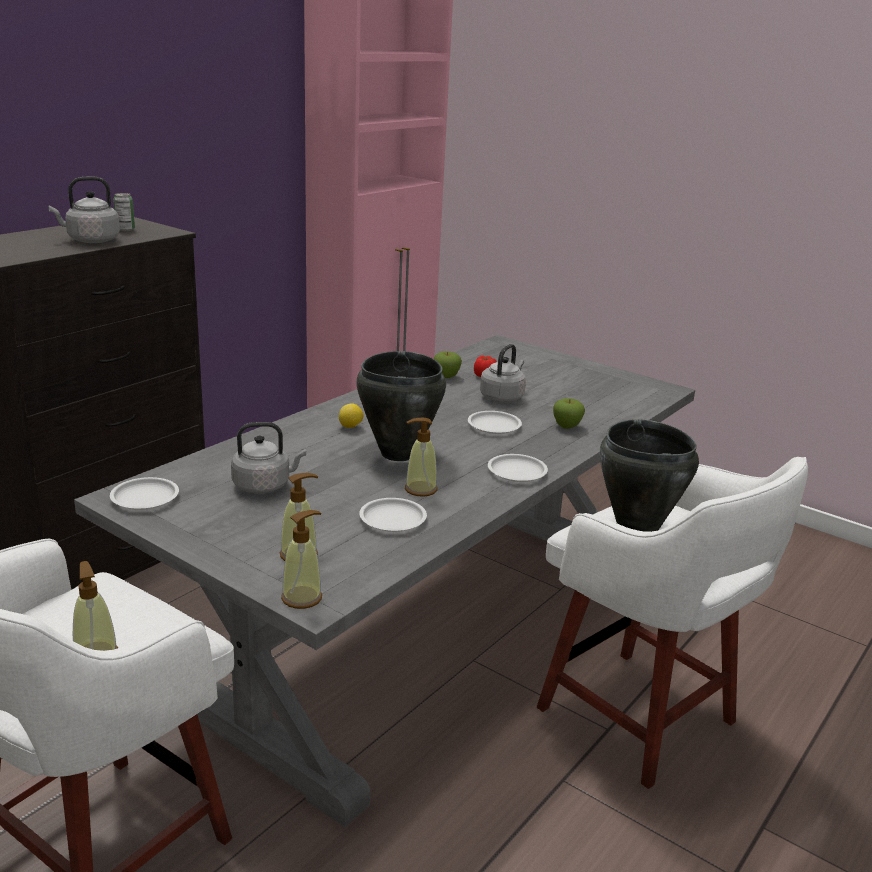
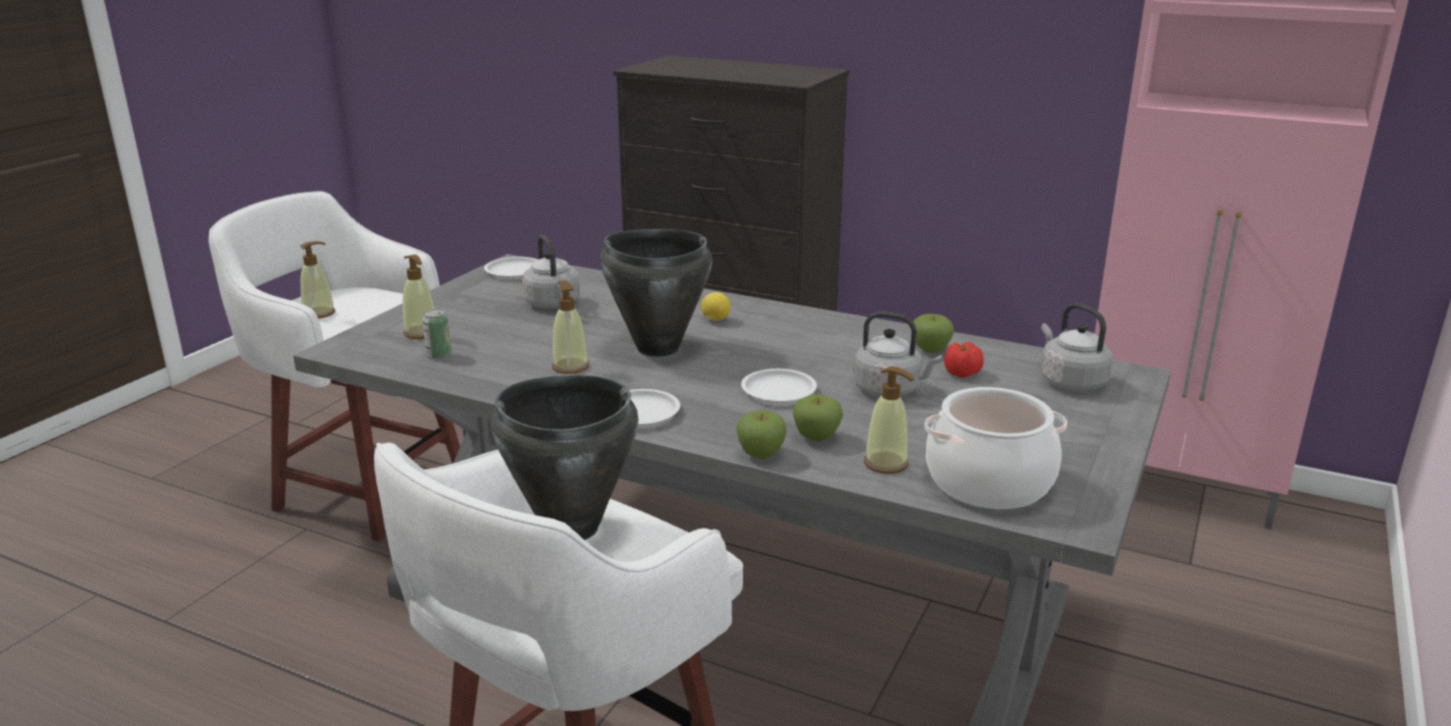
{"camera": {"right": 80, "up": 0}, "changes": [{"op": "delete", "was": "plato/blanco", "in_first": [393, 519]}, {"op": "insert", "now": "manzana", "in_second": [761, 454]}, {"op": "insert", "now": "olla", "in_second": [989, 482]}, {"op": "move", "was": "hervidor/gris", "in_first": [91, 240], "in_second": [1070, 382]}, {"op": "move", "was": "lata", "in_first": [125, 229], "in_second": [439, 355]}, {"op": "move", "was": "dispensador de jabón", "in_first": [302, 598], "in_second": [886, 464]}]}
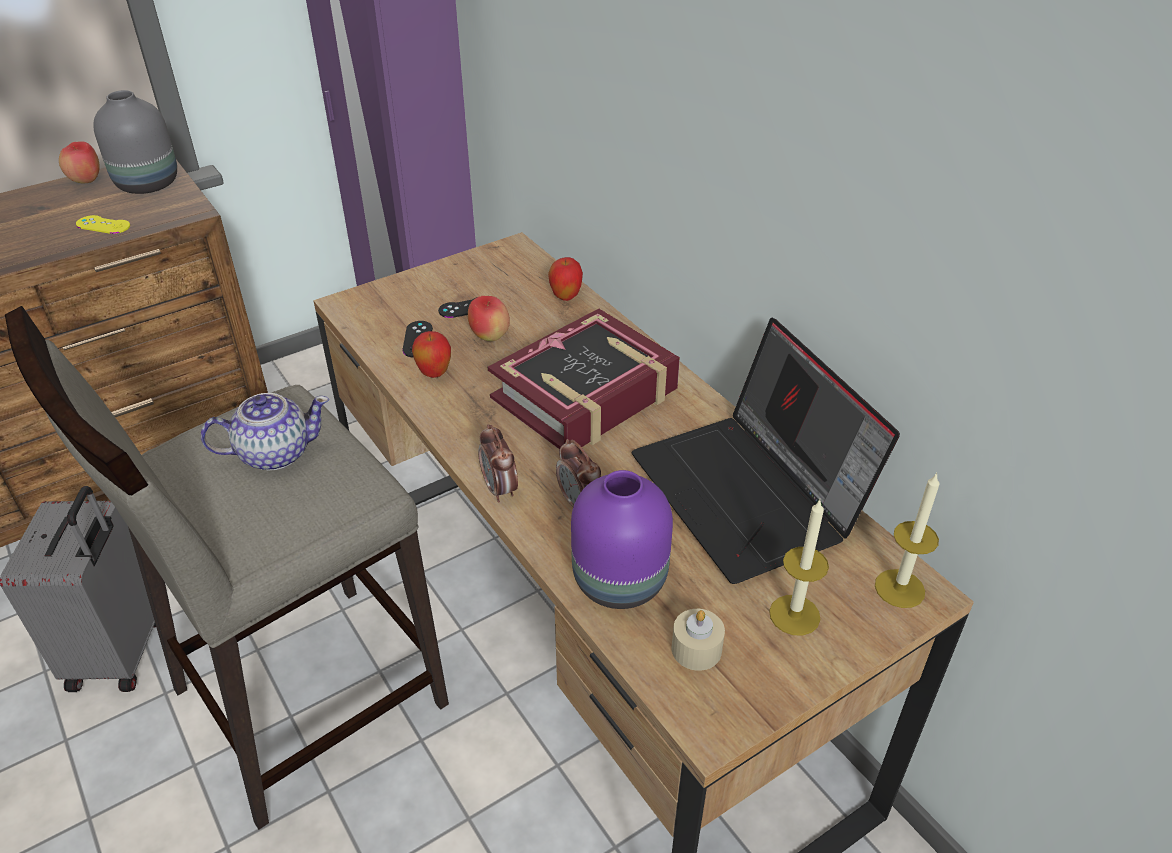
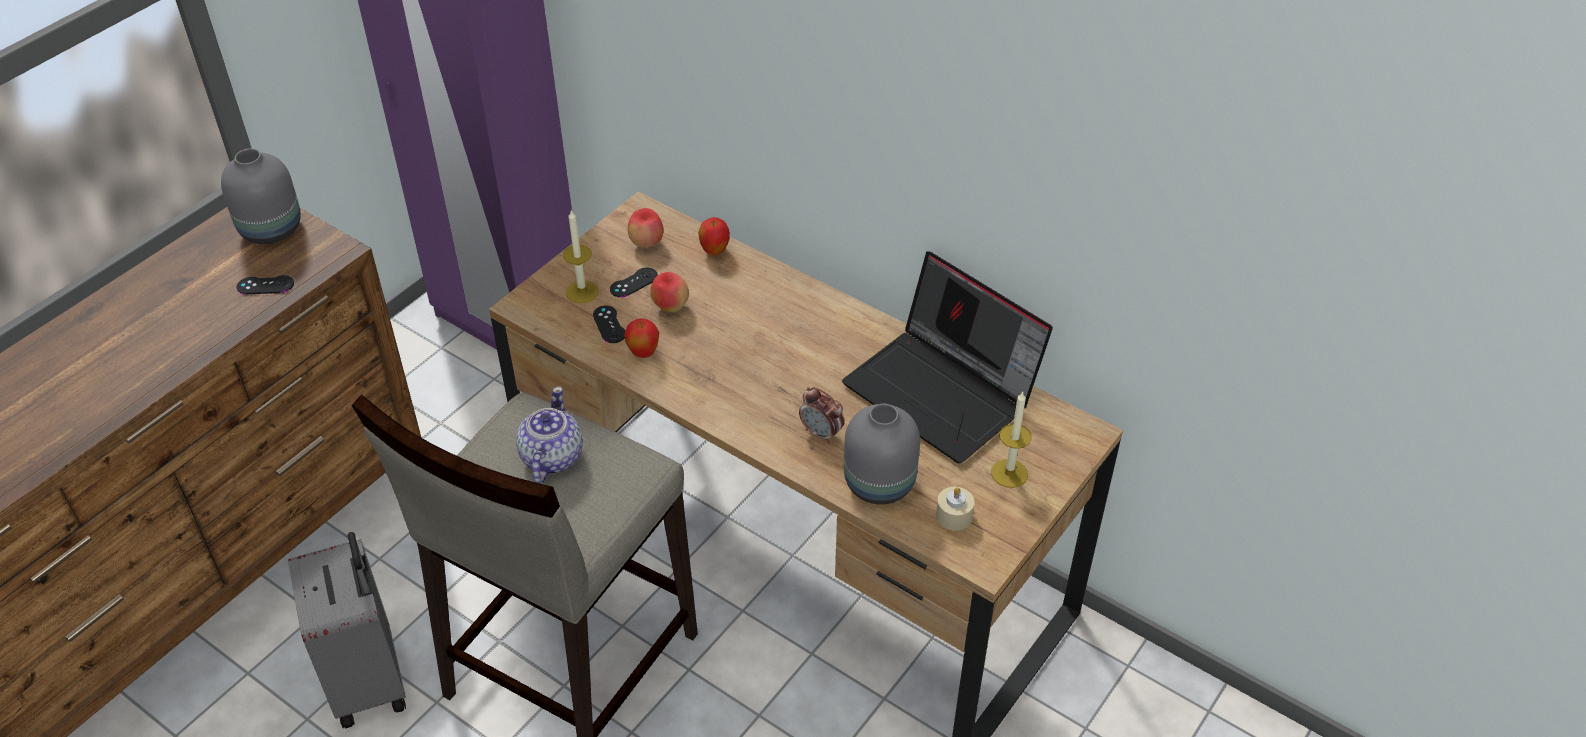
{"camera": {"right": -20, "up": 5}, "changes": [{"op": "delete", "was": "despertador", "in_first": [500, 489]}, {"op": "delete", "was": "libro", "in_first": [585, 395]}, {"op": "move", "was": "manzana", "in_first": [86, 181], "in_second": [646, 243]}, {"op": "move", "was": "vela", "in_first": [899, 588], "in_second": [582, 292]}, {"op": "recolor", "was": "mando de consola/amarillo", "now": "mando de consola/negro", "in_first": [103, 225], "in_second": [265, 285]}, {"op": "recolor", "was": "florero/morado", "now": "florero/gris", "in_first": [621, 583], "in_second": [881, 484]}, {"op": "rotate", "was": "tetera", "in_first": [274, 453], "in_second": [551, 458], "clockwise": -45}]}
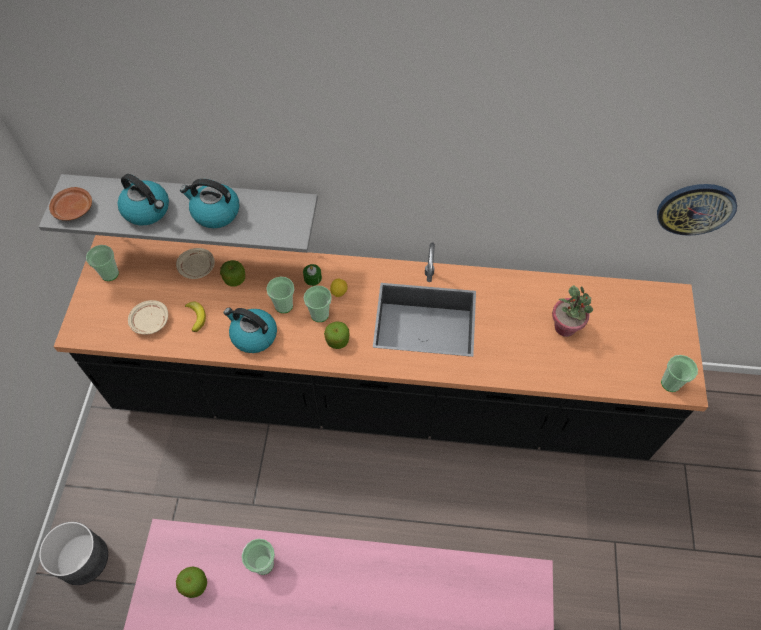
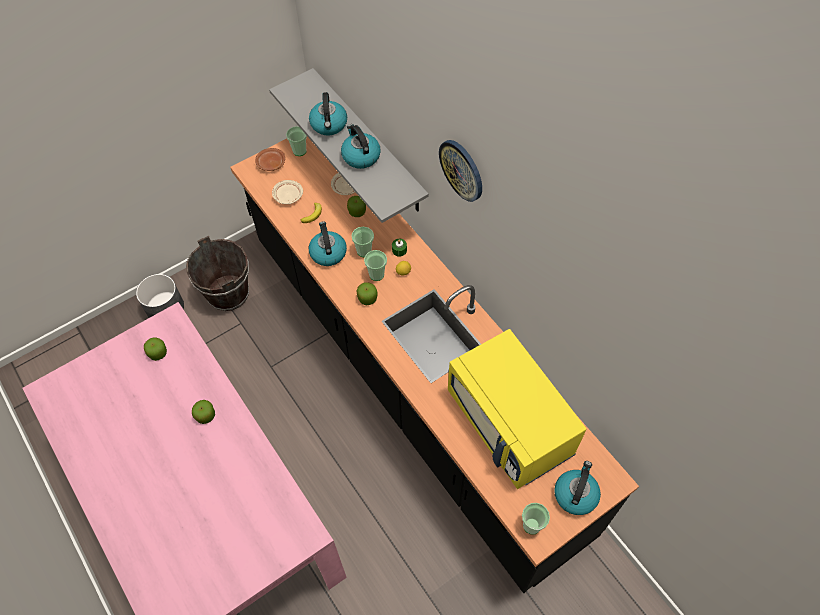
{"camera": {"right": 50, "up": 0}, "changes": [{"op": "delete", "was": "taza", "in_first": [263, 564]}, {"op": "insert", "now": "cubo/marrón", "in_second": [228, 293]}, {"op": "insert", "now": "manzana", "in_second": [205, 415]}, {"op": "insert", "now": "hervidor", "in_second": [575, 494]}, {"op": "move", "was": "plato/marrón", "in_first": [73, 209], "in_second": [271, 163]}, {"op": "move", "was": "reloj de pared", "in_first": [695, 208], "in_second": [462, 170]}, {"op": "replace", "was": "planta en maceta", "now": "microondas/amarillo", "in_first": [565, 327], "in_second": [510, 424]}]}
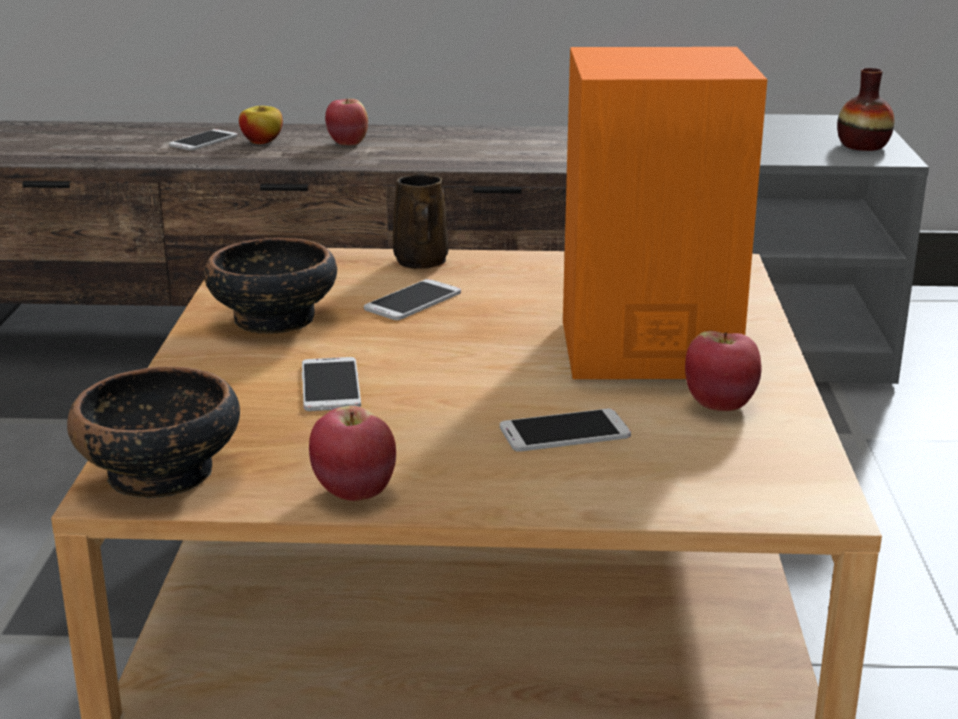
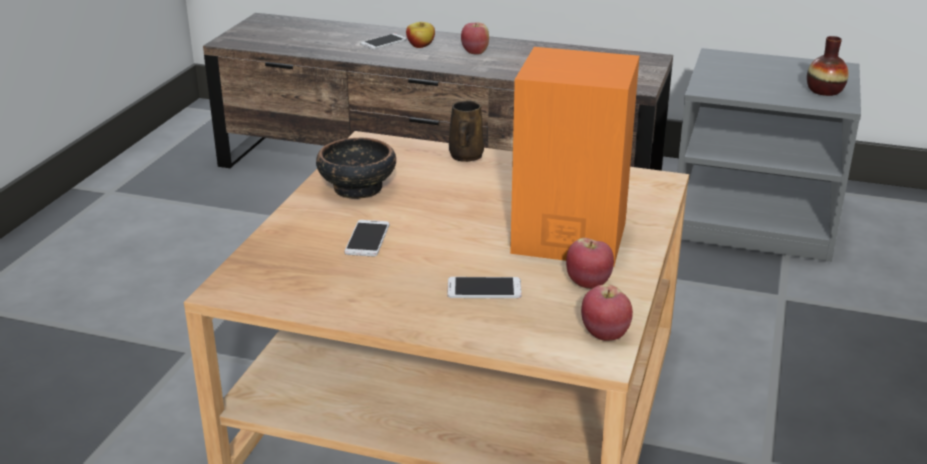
{"camera": {"right": 15, "up": 5}, "changes": [{"op": "delete", "was": "cuenco", "in_first": [160, 475]}, {"op": "delete", "was": "móvil", "in_first": [413, 301]}, {"op": "move", "was": "manzana", "in_first": [354, 492], "in_second": [605, 334]}]}
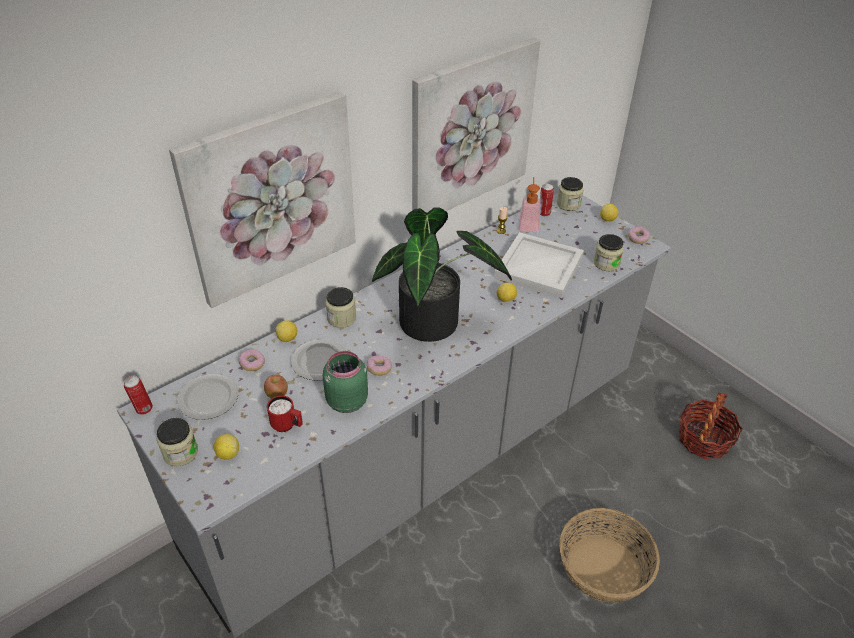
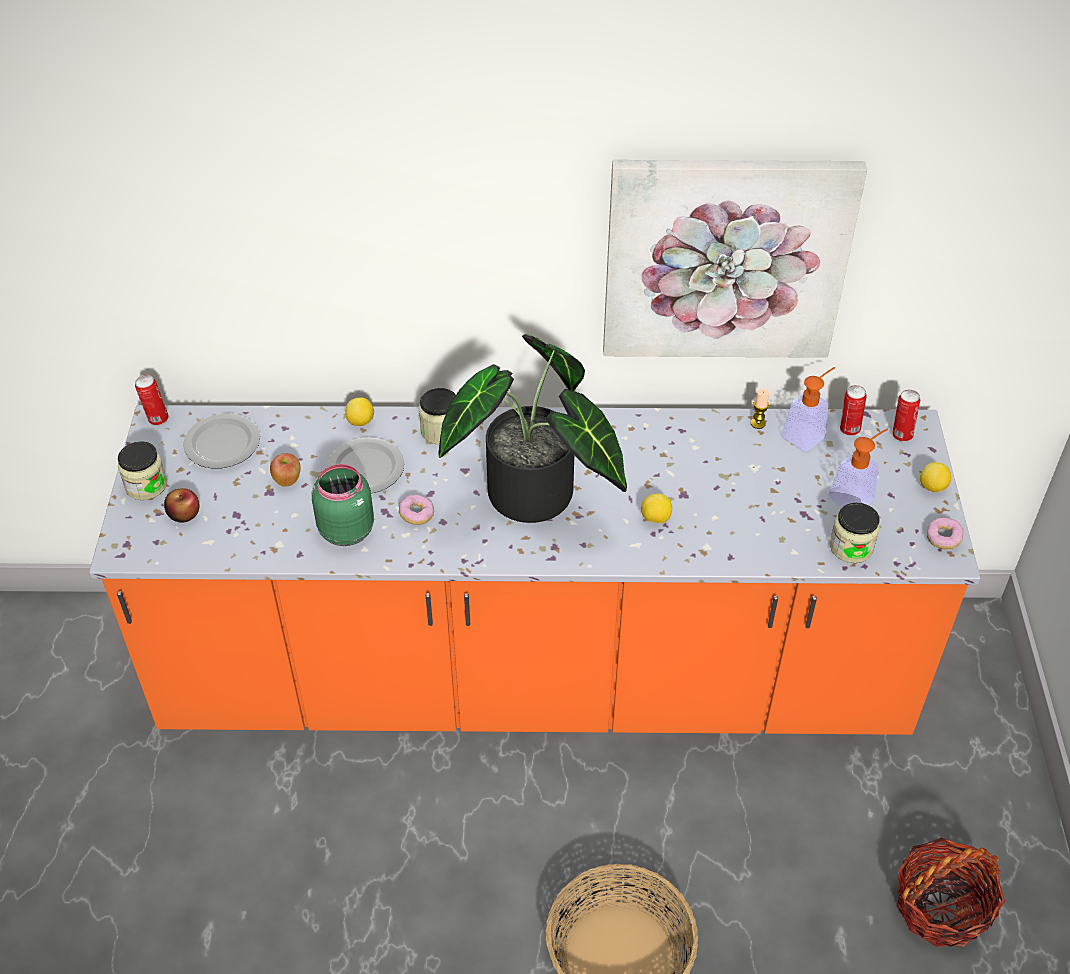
{"camera": {"right": 40, "up": 5}, "changes": [{"op": "delete", "was": "cuadro", "in_first": [270, 198]}, {"op": "delete", "was": "rosquilla", "in_first": [252, 364]}, {"op": "delete", "was": "taza grande/rojo", "in_first": [287, 426]}, {"op": "delete", "was": "bandeja/blanco", "in_first": [537, 268]}, {"op": "insert", "now": "dispensador de jabón", "in_second": [856, 495]}, {"op": "replace", "was": "limón", "now": "manzana", "in_first": [228, 454], "in_second": [184, 514]}, {"op": "replace", "was": "tarro", "now": "lata", "in_first": [568, 204], "in_second": [901, 434]}, {"op": "recolor", "was": "mueble bajo de cocina/gris", "now": "mueble bajo de cocina/naranja", "in_first": [424, 459], "in_second": [535, 679]}]}
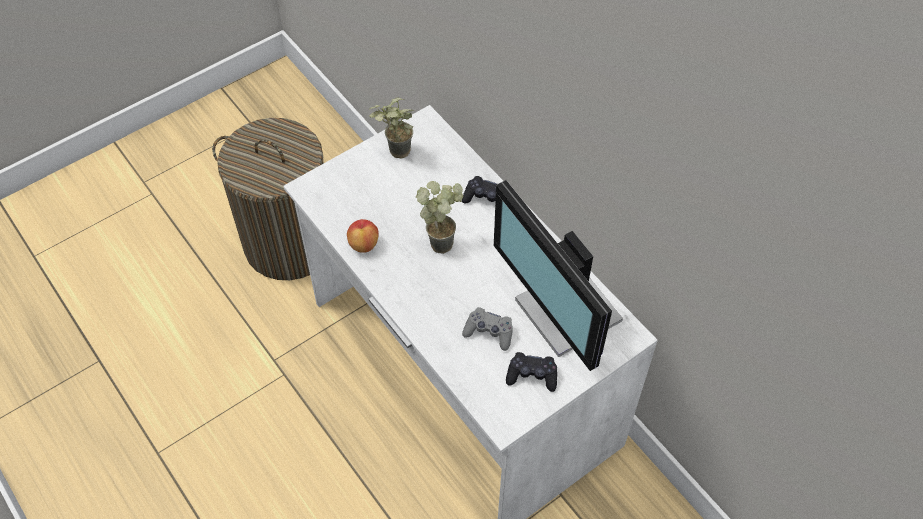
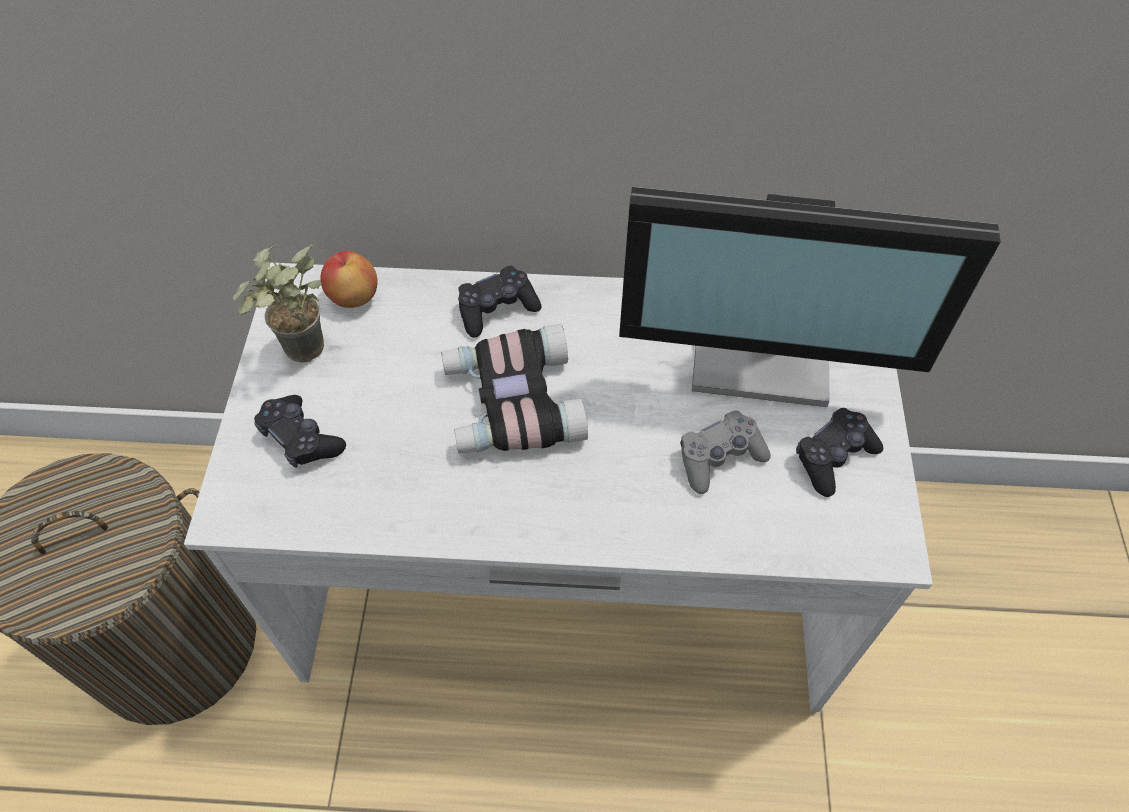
{"camera": {"right": -50, "up": 0}, "changes": [{"op": "insert", "now": "mando de consola/negro", "in_second": [301, 439]}, {"op": "move", "was": "manzana", "in_first": [363, 244], "in_second": [353, 296]}, {"op": "replace", "was": "planta en maceta", "now": "prismáticos", "in_first": [443, 239], "in_second": [510, 402]}]}
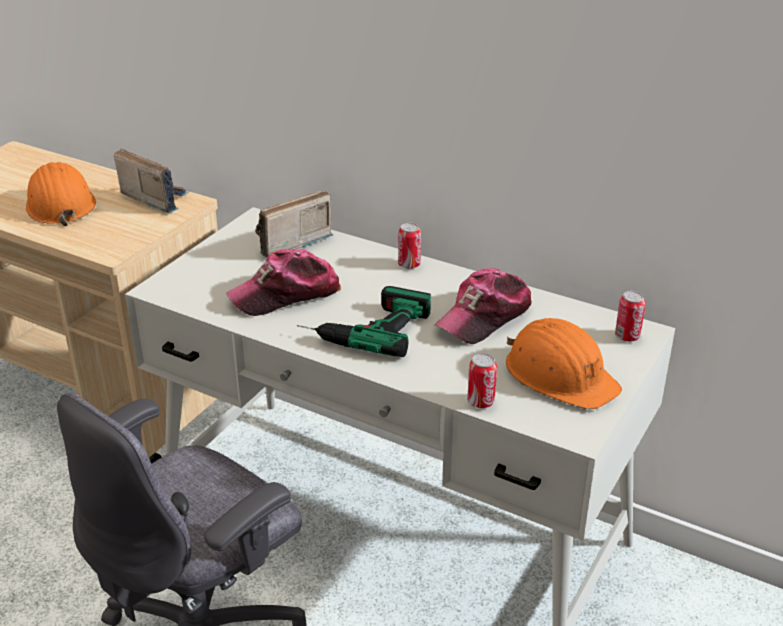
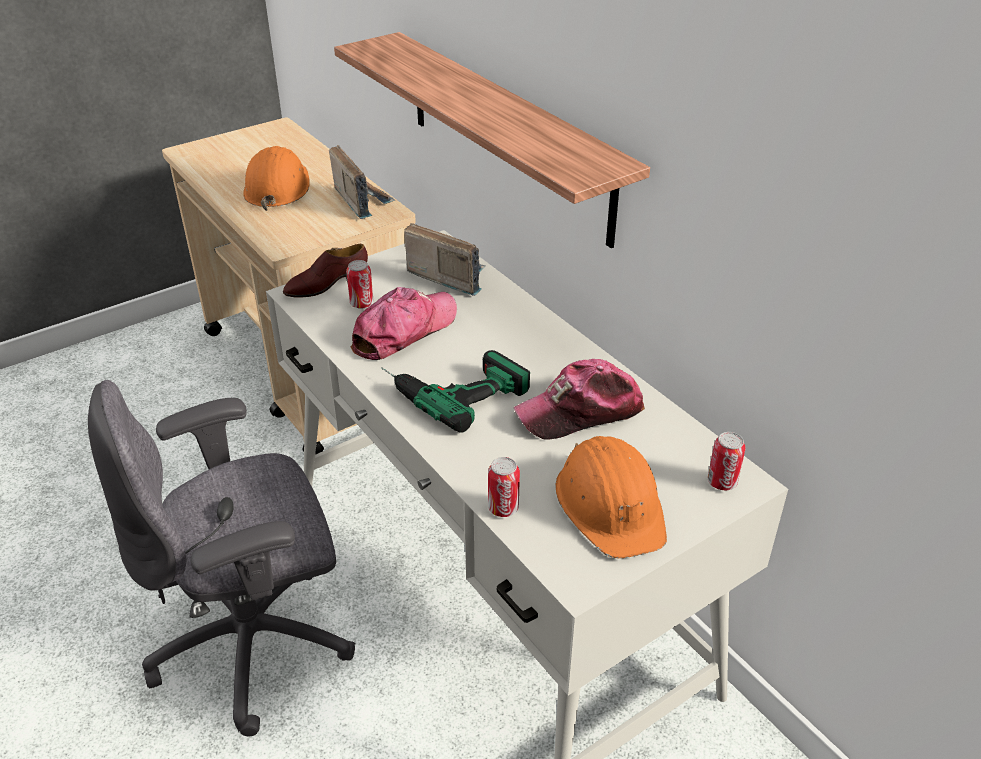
{"camera": {"right": 25, "up": 5}, "changes": [{"op": "insert", "now": "zapato/marrón", "in_second": [326, 284]}, {"op": "insert", "now": "estante", "in_second": [507, 135]}, {"op": "move", "was": "lata", "in_first": [409, 265], "in_second": [361, 303]}, {"op": "rotate", "was": "gorra", "in_first": [286, 294], "in_second": [404, 331], "clockwise": 135}, {"op": "rotate", "was": "radio", "in_first": [288, 242], "in_second": [448, 276], "clockwise": 45}]}
